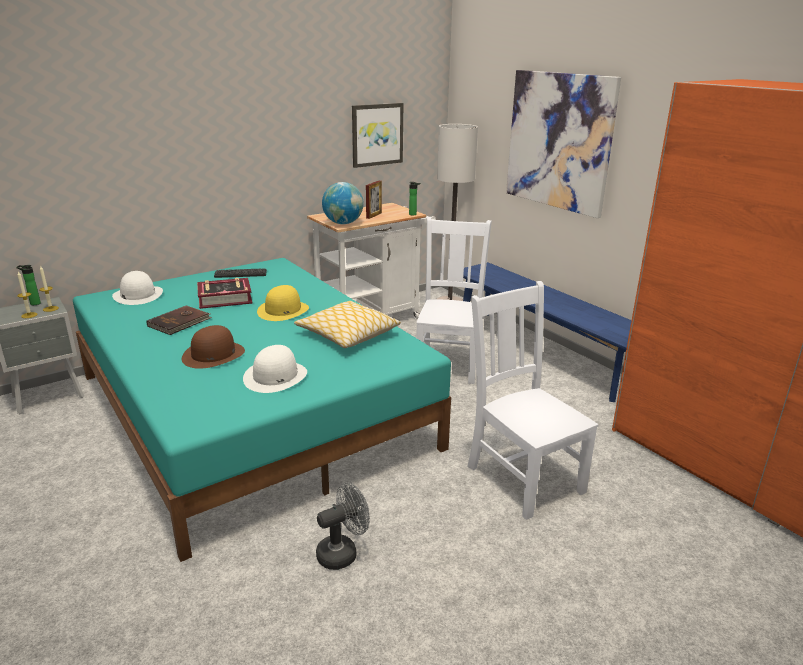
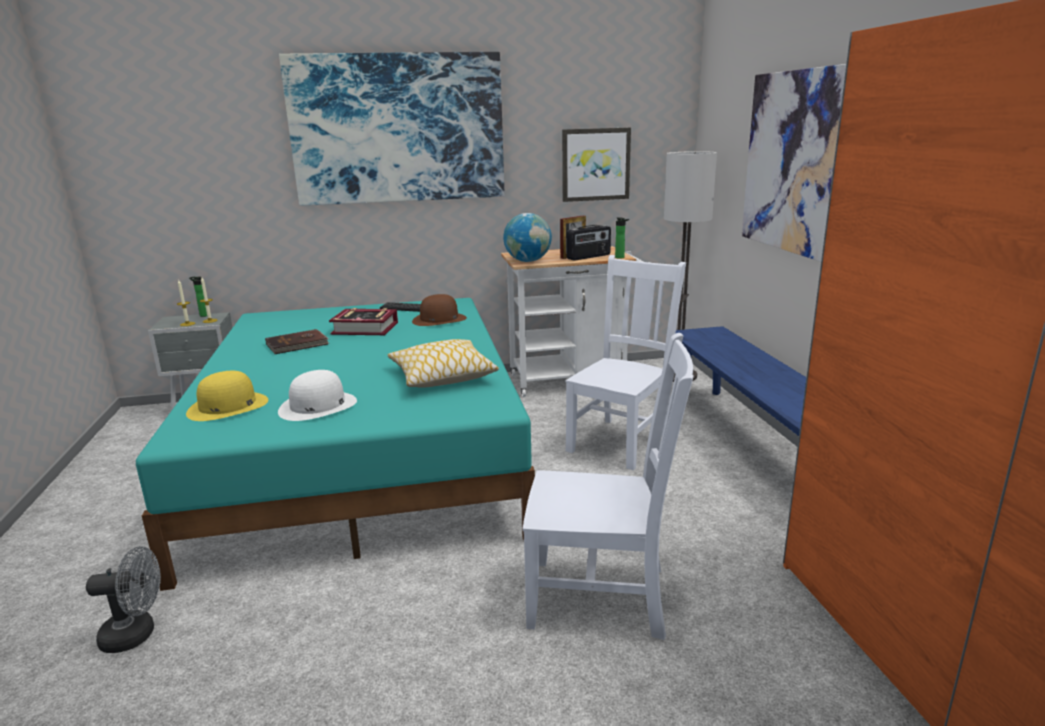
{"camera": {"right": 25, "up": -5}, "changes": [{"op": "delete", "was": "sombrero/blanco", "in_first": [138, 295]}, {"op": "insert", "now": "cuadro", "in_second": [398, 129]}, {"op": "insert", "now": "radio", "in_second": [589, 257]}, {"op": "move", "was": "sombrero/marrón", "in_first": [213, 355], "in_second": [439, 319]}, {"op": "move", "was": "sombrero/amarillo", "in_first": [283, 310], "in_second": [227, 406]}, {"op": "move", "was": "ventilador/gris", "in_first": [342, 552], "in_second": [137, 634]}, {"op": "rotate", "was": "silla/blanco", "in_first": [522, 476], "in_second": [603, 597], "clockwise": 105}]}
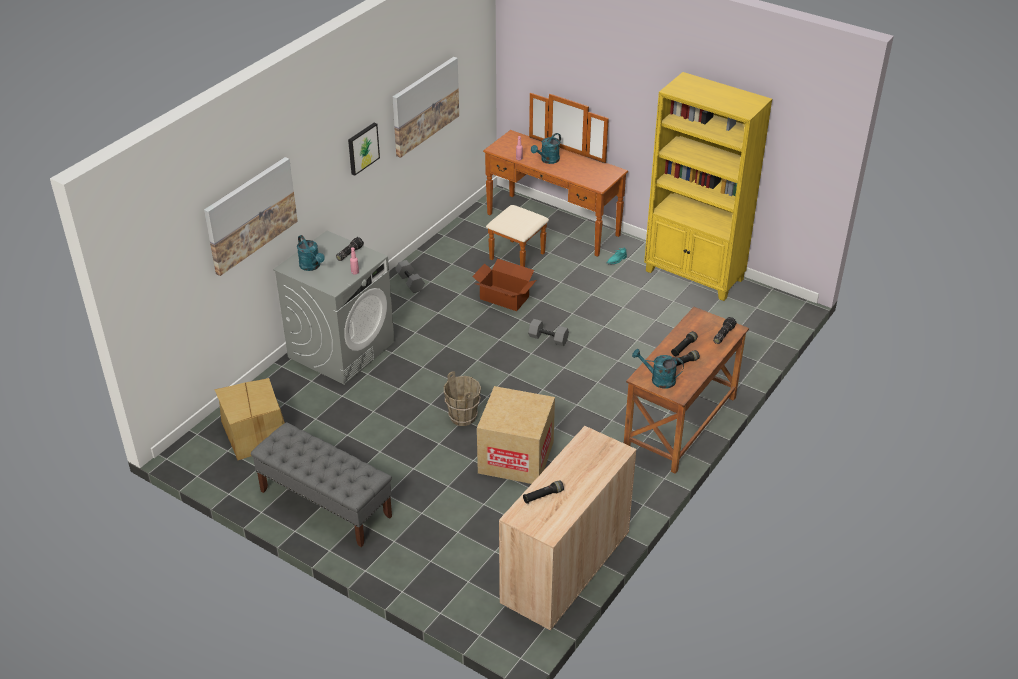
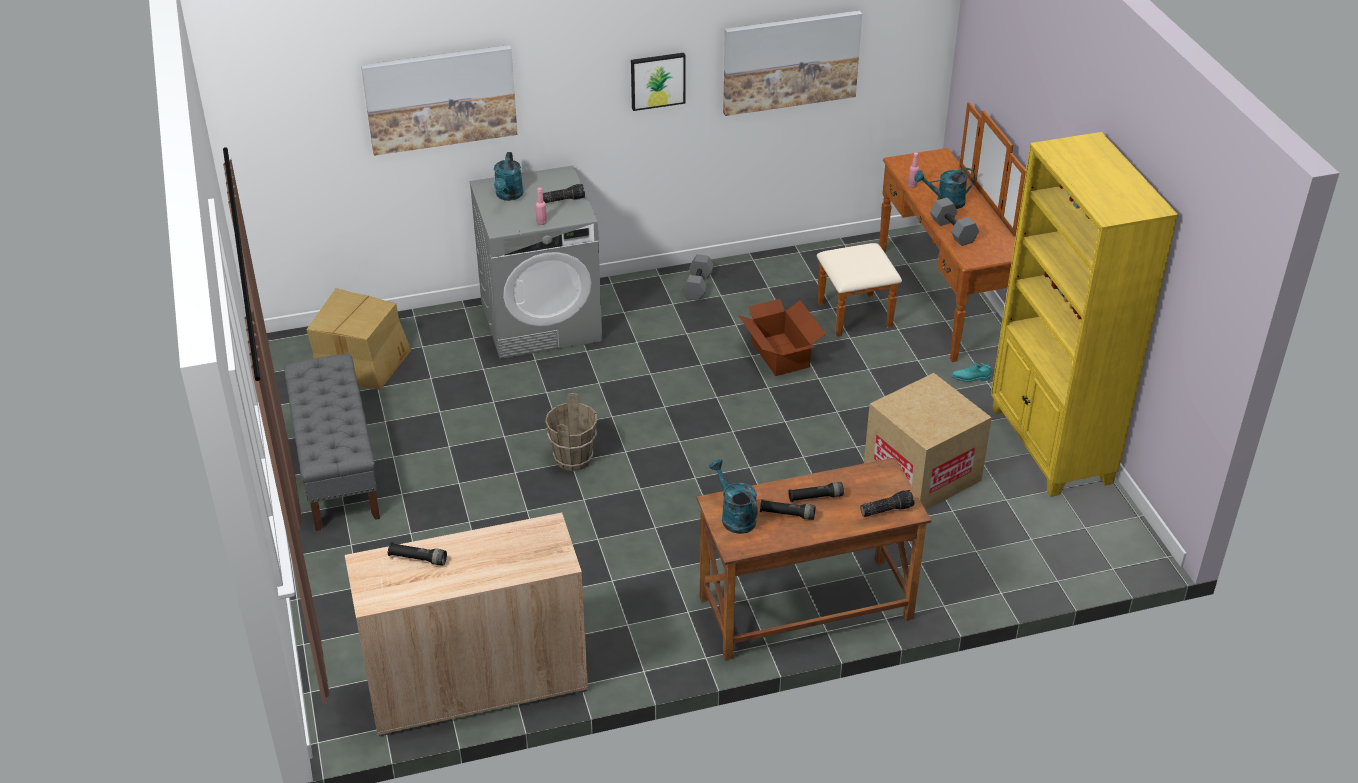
{"camera": {"right": 40, "up": 0}, "changes": [{"op": "move", "was": "caja de cartón", "in_first": [516, 457], "in_second": [922, 473]}, {"op": "move", "was": "mancuerna/gris", "in_first": [549, 338], "in_second": [954, 231]}]}
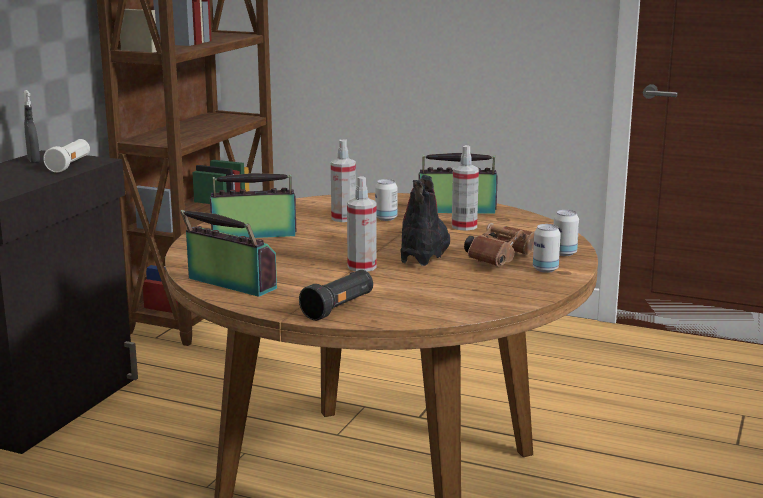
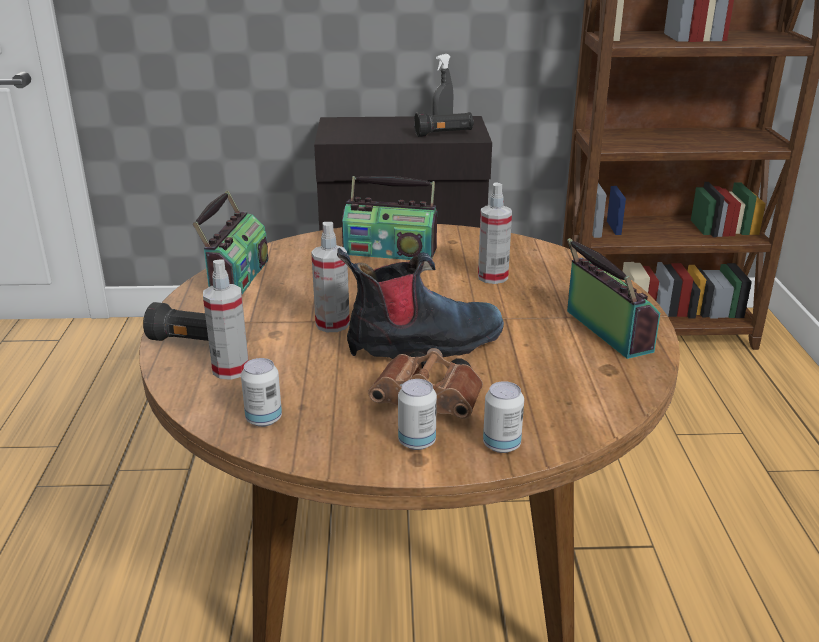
{"camera": {"right": 65, "up": 10}, "changes": [{"op": "move", "was": "lata", "in_first": [386, 218], "in_second": [264, 419]}, {"op": "move", "was": "pulverizador", "in_first": [464, 226], "in_second": [231, 369]}, {"op": "recolor", "was": "linterna/blanco", "now": "linterna/negro", "in_first": [70, 165], "in_second": [444, 134]}, {"op": "rotate", "was": "radio", "in_first": [254, 235], "in_second": [390, 251], "clockwise": 135}]}
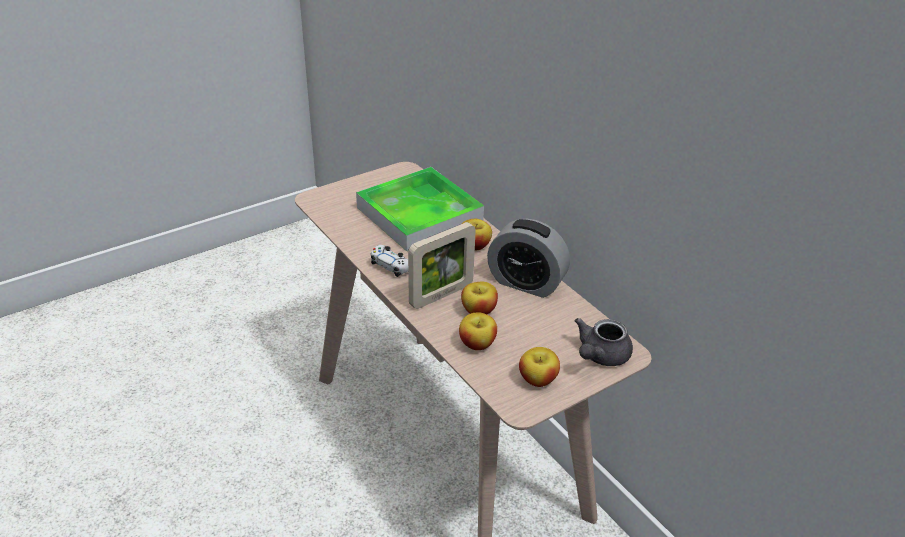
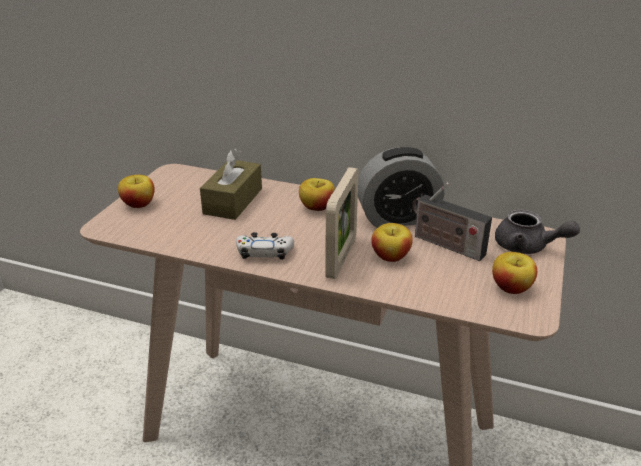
{"camera": {"right": -35, "up": -5}, "changes": [{"op": "insert", "now": "radio", "in_second": [445, 245]}, {"op": "move", "was": "manzana", "in_first": [477, 344], "in_second": [138, 204]}, {"op": "replace", "was": "bandeja", "now": "caja de pañuelos/marrón", "in_first": [419, 214], "in_second": [233, 201]}, {"op": "rotate", "was": "tetera/gris", "in_first": [600, 356], "in_second": [527, 247], "clockwise": -60}]}
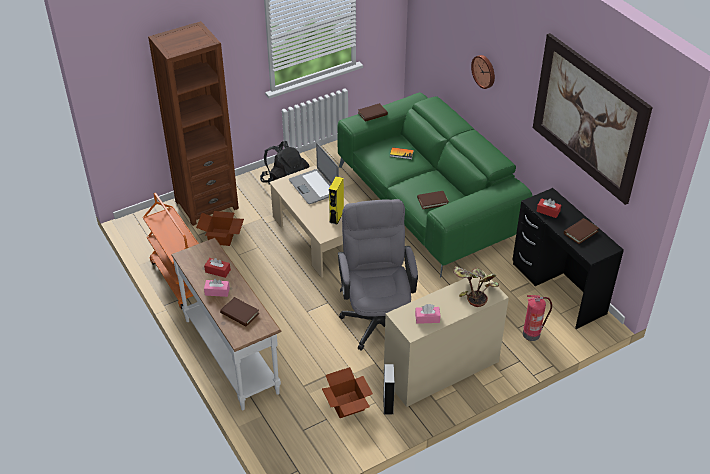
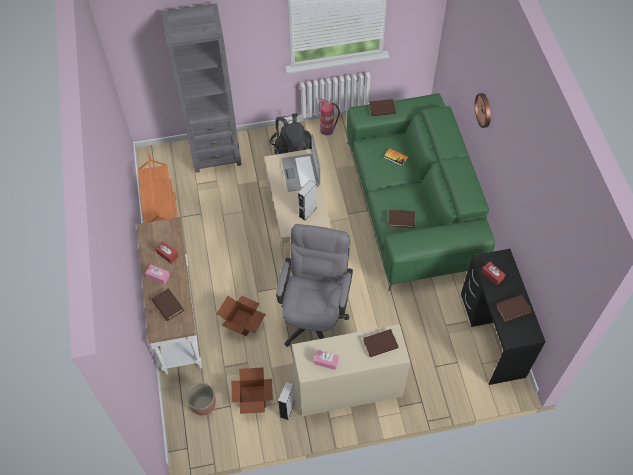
{"camera": {"right": 20, "up": 15}, "changes": [{"op": "delete", "was": "cuadro", "in_first": [588, 117]}, {"op": "insert", "now": "maceta", "in_second": [203, 404]}, {"op": "move", "was": "caja de cartón", "in_first": [222, 237], "in_second": [242, 323]}, {"op": "move", "was": "extintor", "in_first": [532, 334], "in_second": [327, 130]}, {"op": "replace", "was": "planta en maceta", "now": "libro/marrón", "in_first": [472, 290], "in_second": [380, 344]}, {"op": "recolor", "was": "estantería/marrón", "now": "estantería/gris", "in_first": [206, 205], "in_second": [216, 153]}, {"op": "recolor", "was": "altavoz/amarillo", "now": "altavoz/gris", "in_first": [336, 216], "in_second": [307, 212]}]}
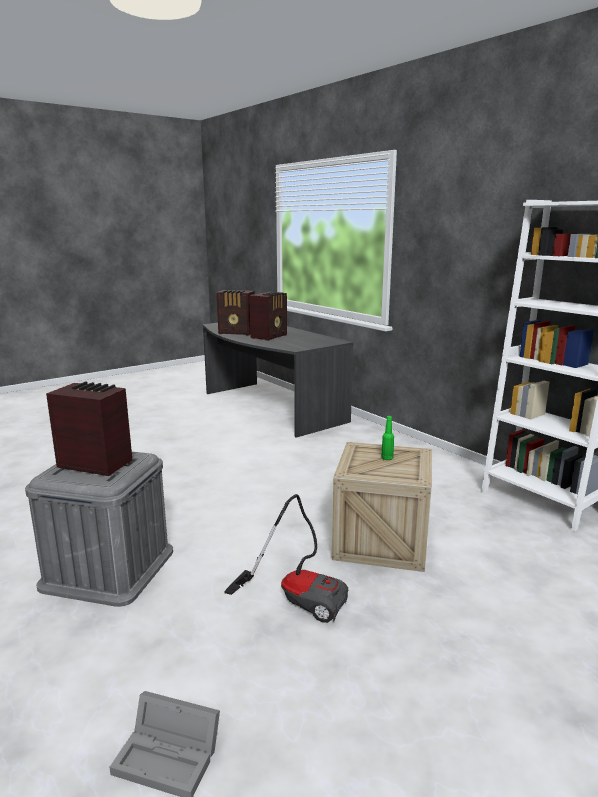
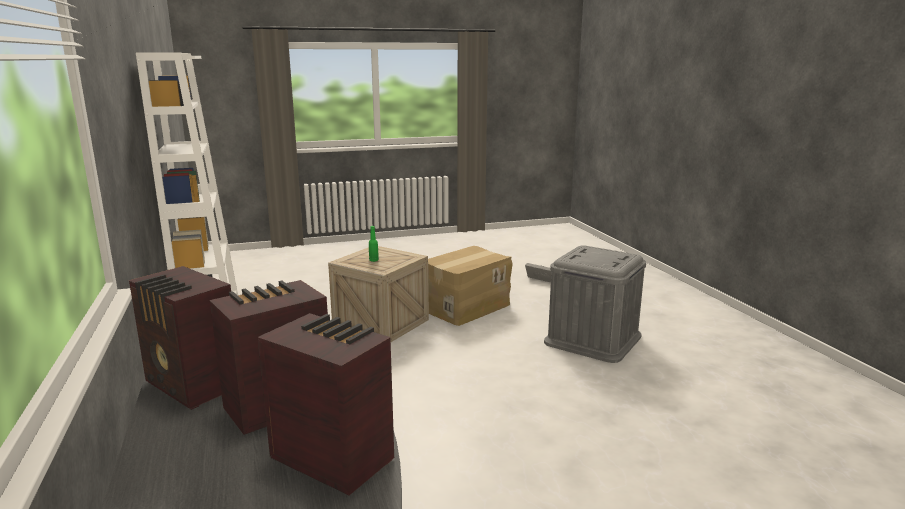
{"camera": {"right": -160, "up": 0}, "changes": [{"op": "move", "was": "radio", "in_first": [95, 464], "in_second": [192, 386]}, {"op": "replace", "was": "aspiradora", "now": "caja de cartón", "in_first": [298, 598], "in_second": [465, 307]}]}
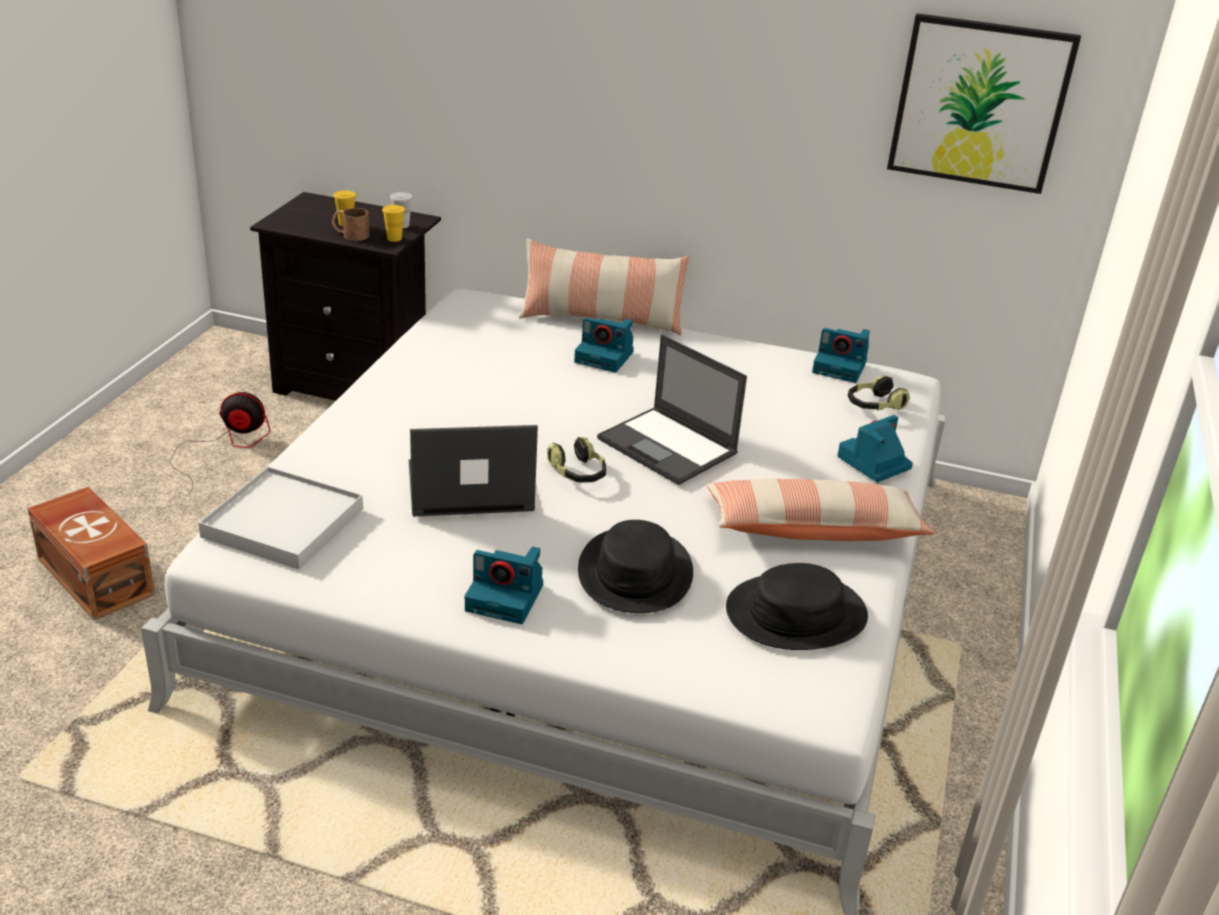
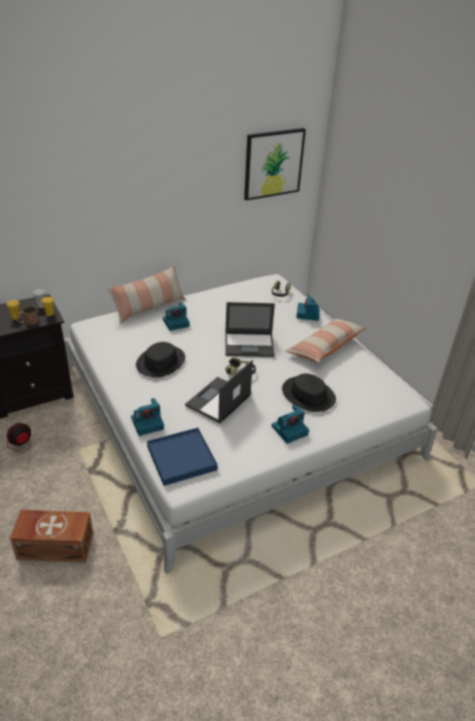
{"camera": {"right": -45, "up": 5}, "changes": [{"op": "move", "was": "sombrero/negro", "in_first": [795, 613], "in_second": [160, 362]}, {"op": "move", "was": "cámara", "in_first": [841, 367], "in_second": [148, 423]}, {"op": "recolor", "was": "bandeja/blanco", "now": "bandeja/azul", "in_first": [282, 523], "in_second": [181, 458]}]}
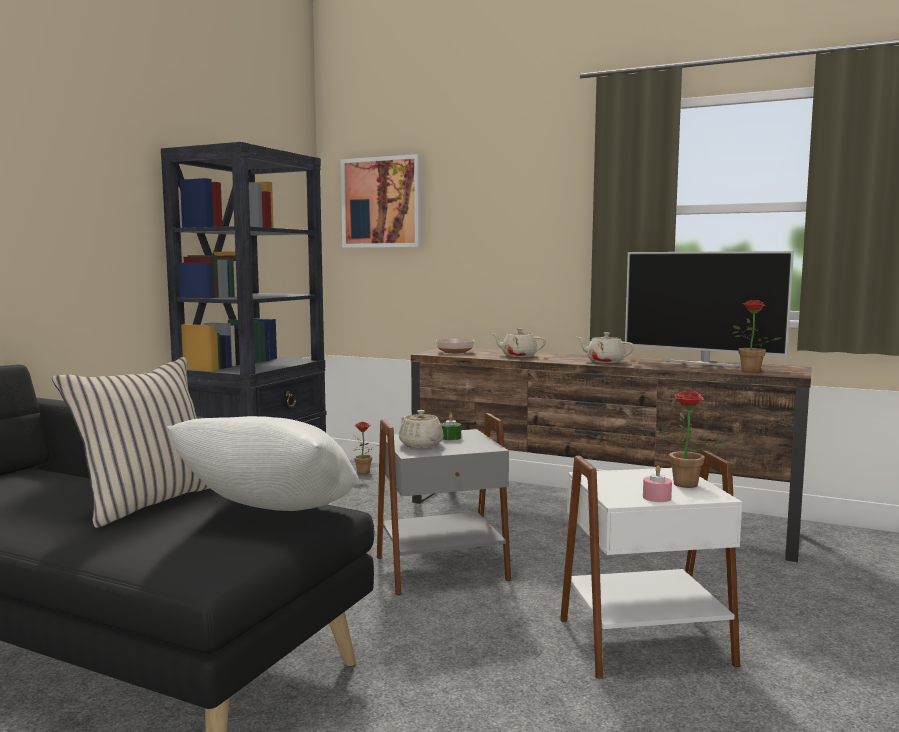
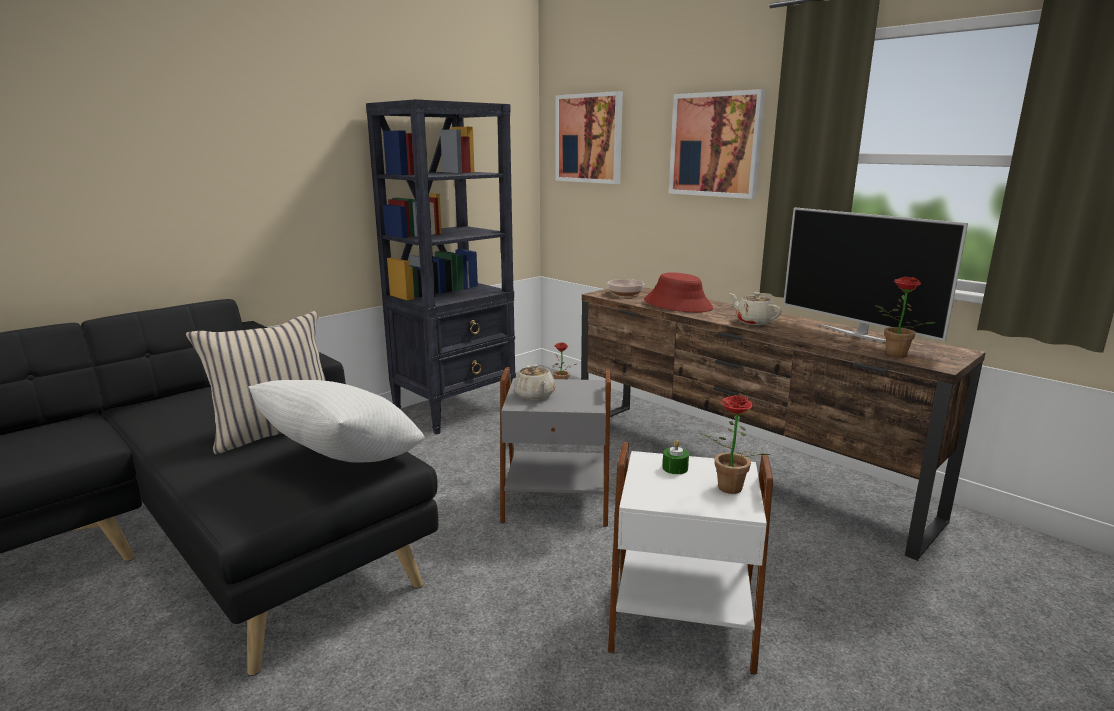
{"camera": {"right": 20, "up": 10}, "changes": [{"op": "delete", "was": "vela/rosa", "in_first": [656, 497]}, {"op": "insert", "now": "cuadro", "in_second": [715, 145]}, {"op": "move", "was": "vela/verde", "in_first": [450, 437], "in_second": [675, 468]}, {"op": "replace", "was": "tetera/beis", "now": "sombrero/rojo", "in_first": [518, 356], "in_second": [678, 304]}]}
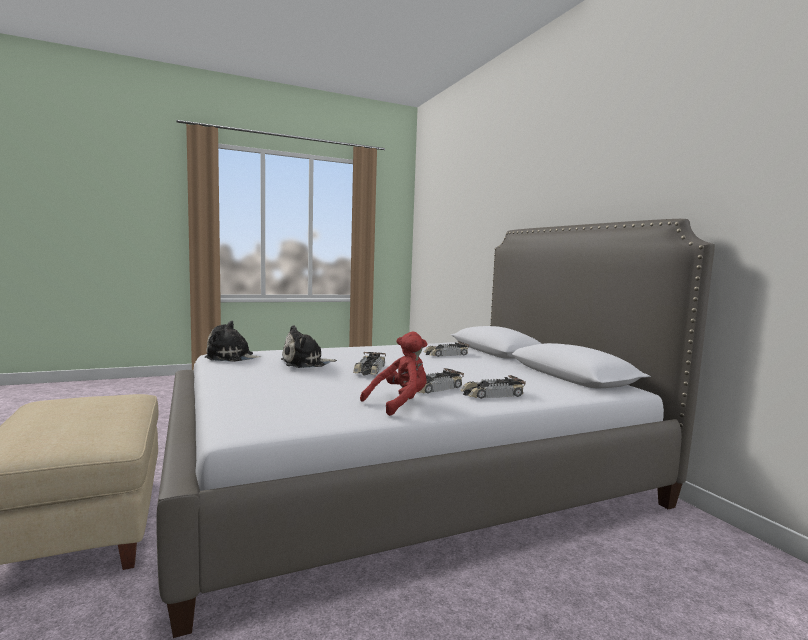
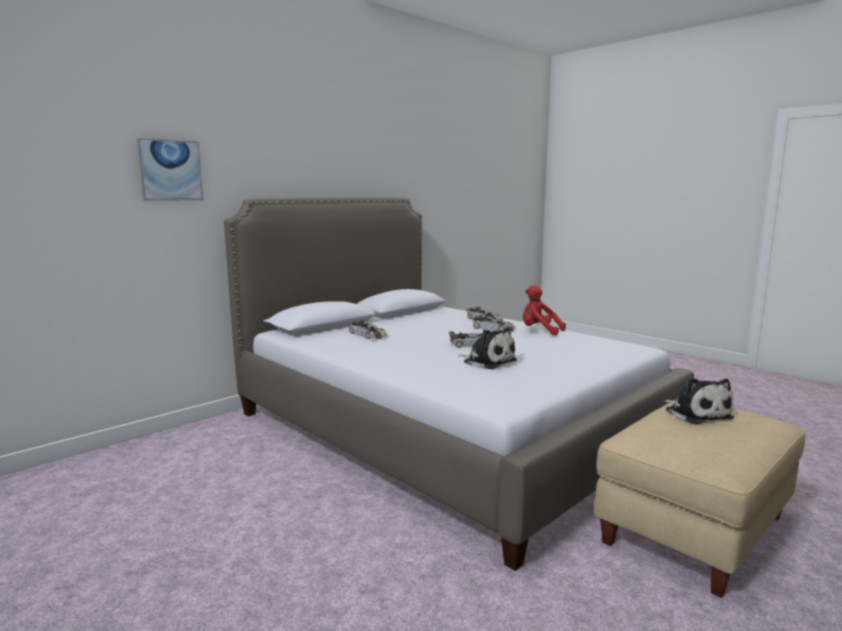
{"camera": {"right": -110, "up": 5}, "changes": [{"op": "insert", "now": "cuadro", "in_second": [170, 170]}, {"op": "move", "was": "peluche", "in_first": [232, 357], "in_second": [696, 414]}]}
